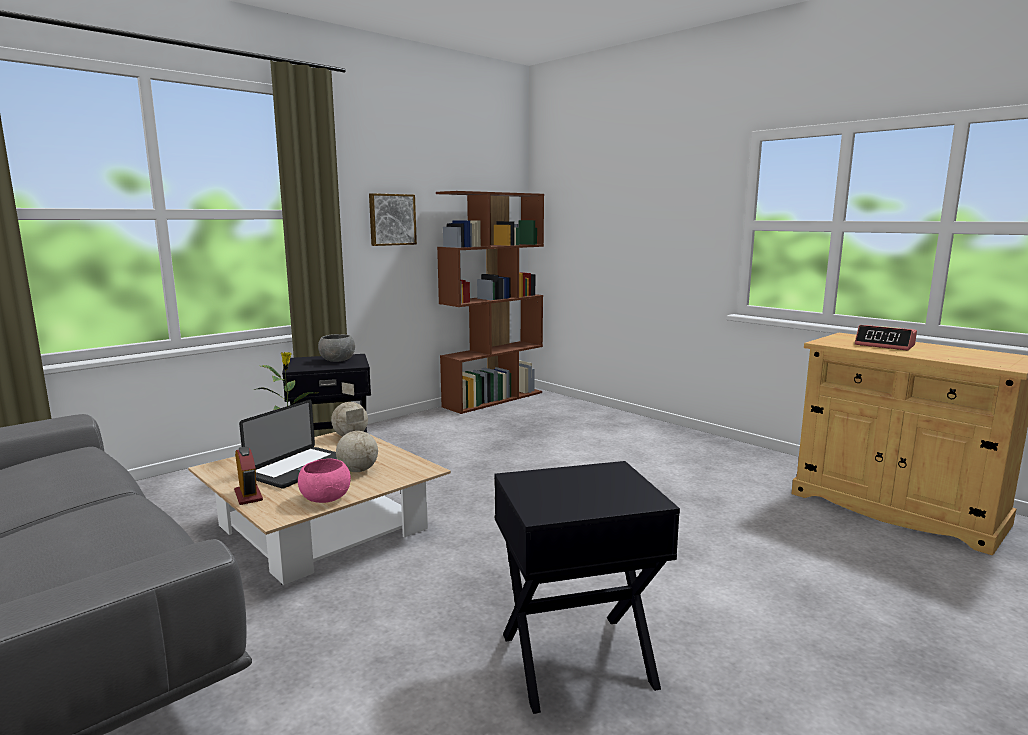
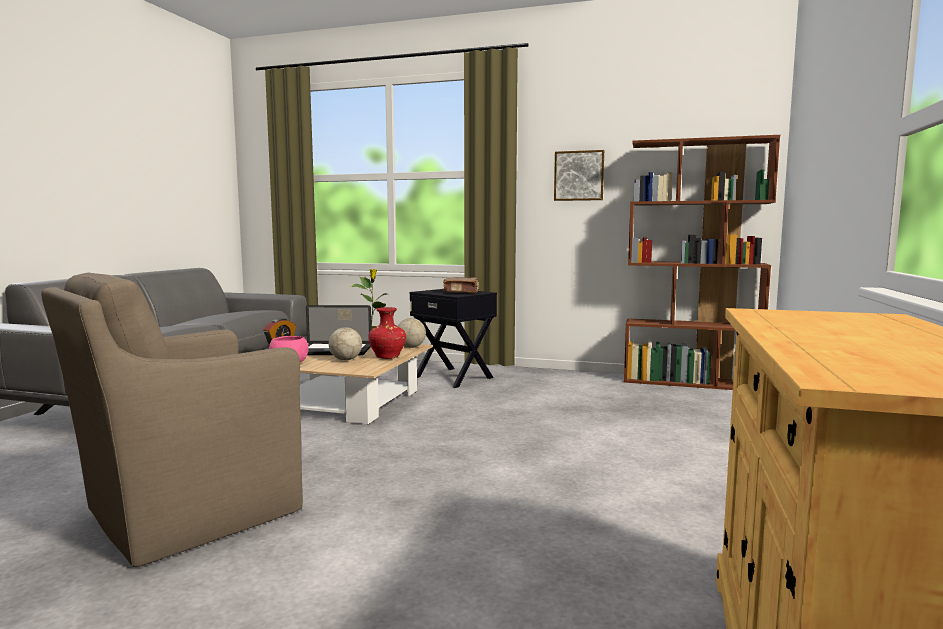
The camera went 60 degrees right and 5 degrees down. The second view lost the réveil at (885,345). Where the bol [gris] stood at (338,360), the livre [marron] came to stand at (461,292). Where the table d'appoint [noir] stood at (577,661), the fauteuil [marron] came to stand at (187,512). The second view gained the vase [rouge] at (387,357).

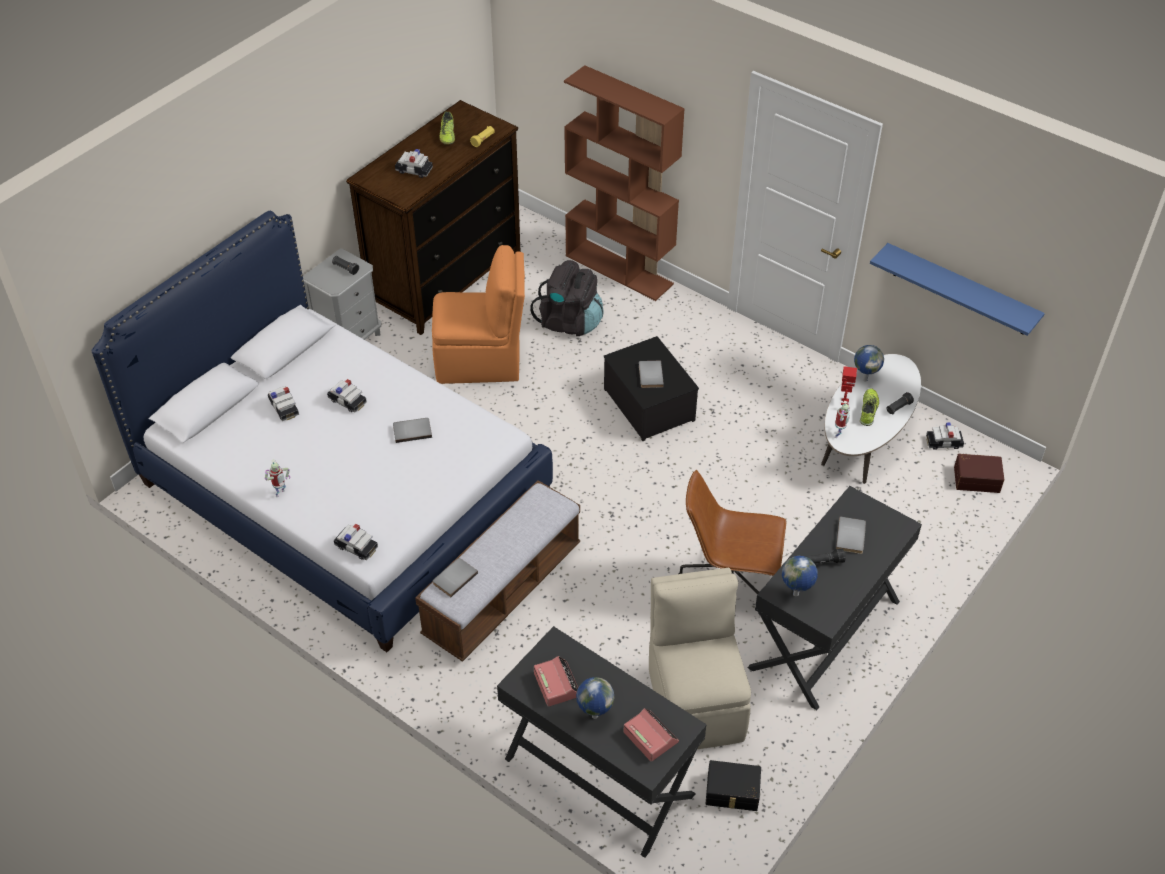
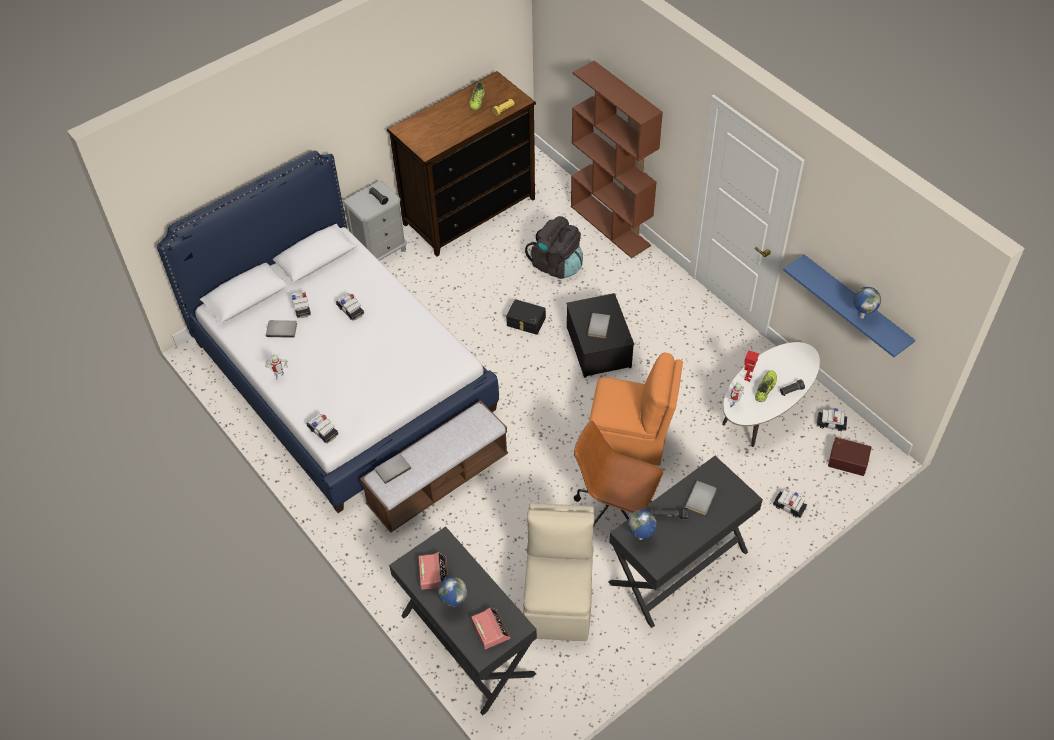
The camera went 15 degrees right and 5 degrees up. The petite voiture ended up elsewhere, having gone from (414,170) to (789,507). The chaise [orange] ended up elsewhere, having gone from (481,361) to (630,438). The globe ended up elsewhere, having gone from (864,379) to (862,316). The livre [gris] ended up elsewhere, having gone from (412,430) to (282,329). The boîte de rangement [noir] ended up elsewhere, having gone from (732,792) to (526,322).

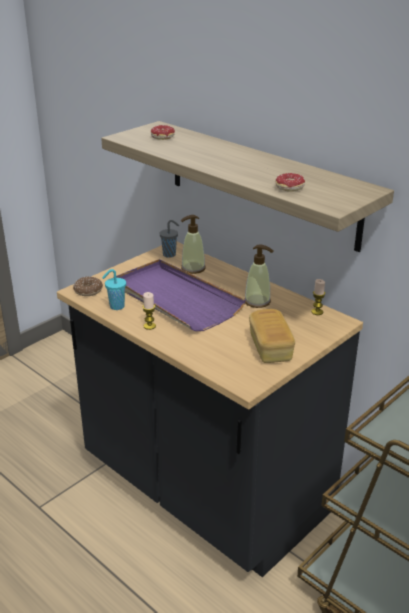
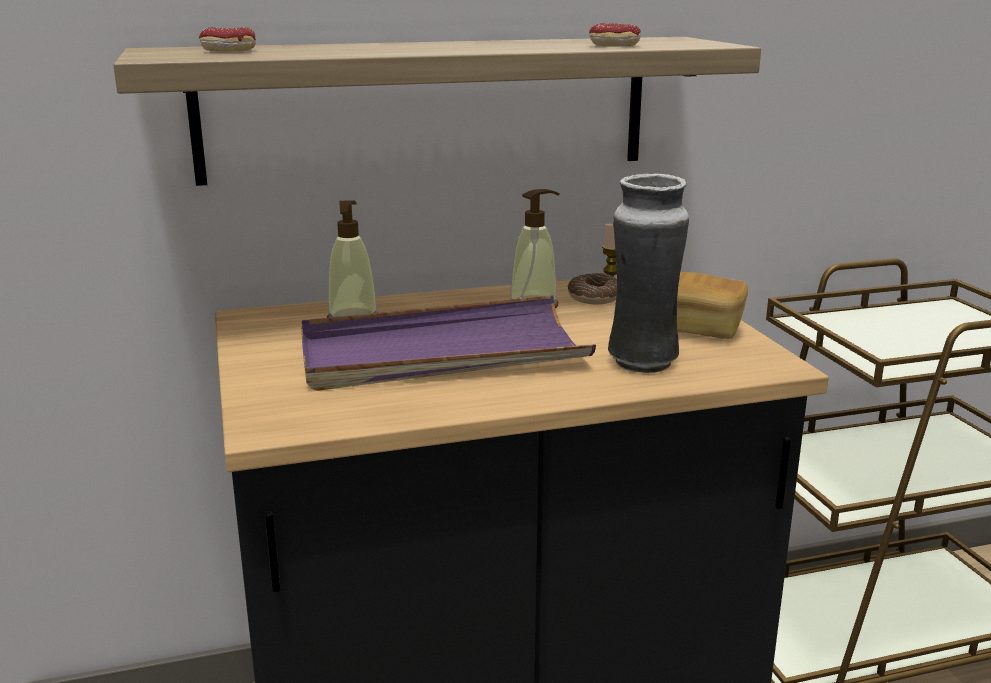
The camera went 60 degrees left and 10 degrees down. The second view lost the tasse [gris] at (170,254). The second view lost the tasse [turquoise] at (116,307). The beignet ended up elsewhere, having gone from (88,290) to (594,298). The second view lost the bougie at (149,326). The second view gained the vase at (642,363).

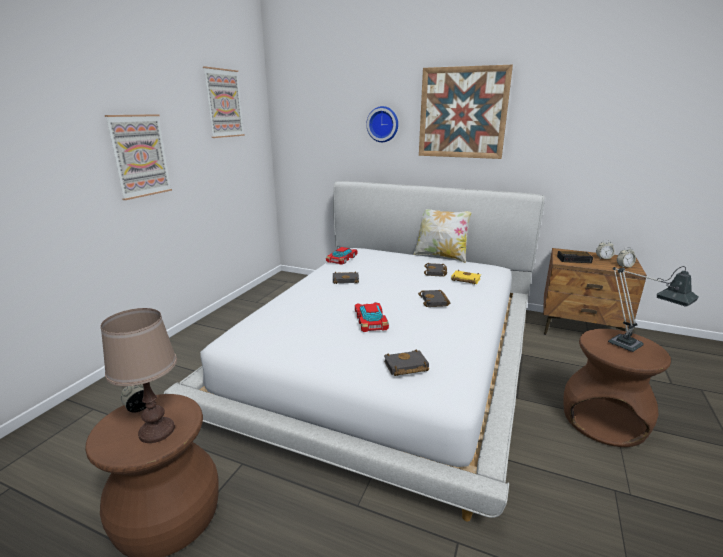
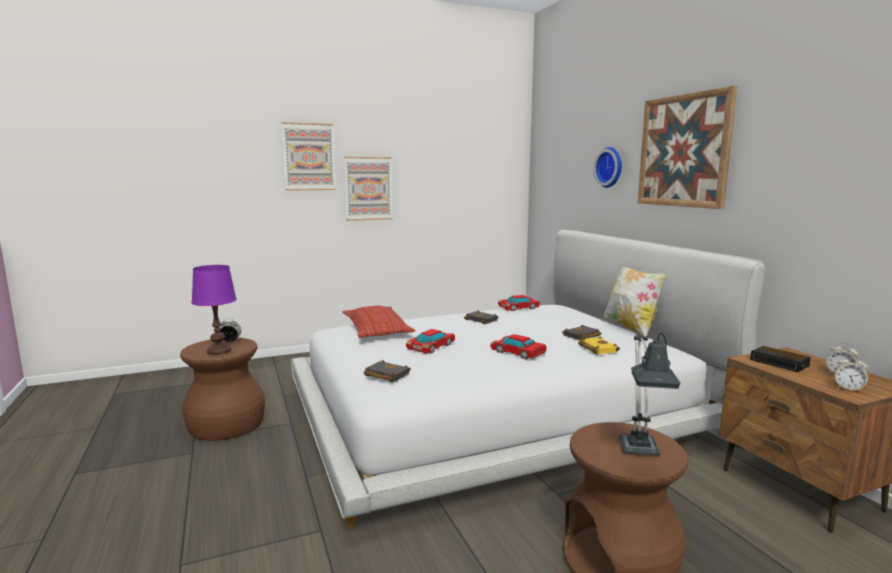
The camera went 45 degrees right and 10 degrees down. The tableau ended up elsewhere, having gone from (223,103) to (309,157). Where the livre [noir] stood at (435,301), the petite voiture came to stand at (517,352). What was the lampe de table [marron] at (156,431) turned into the lampe de table [violet] at (218,351). The second view gained the coussin at (376,329).

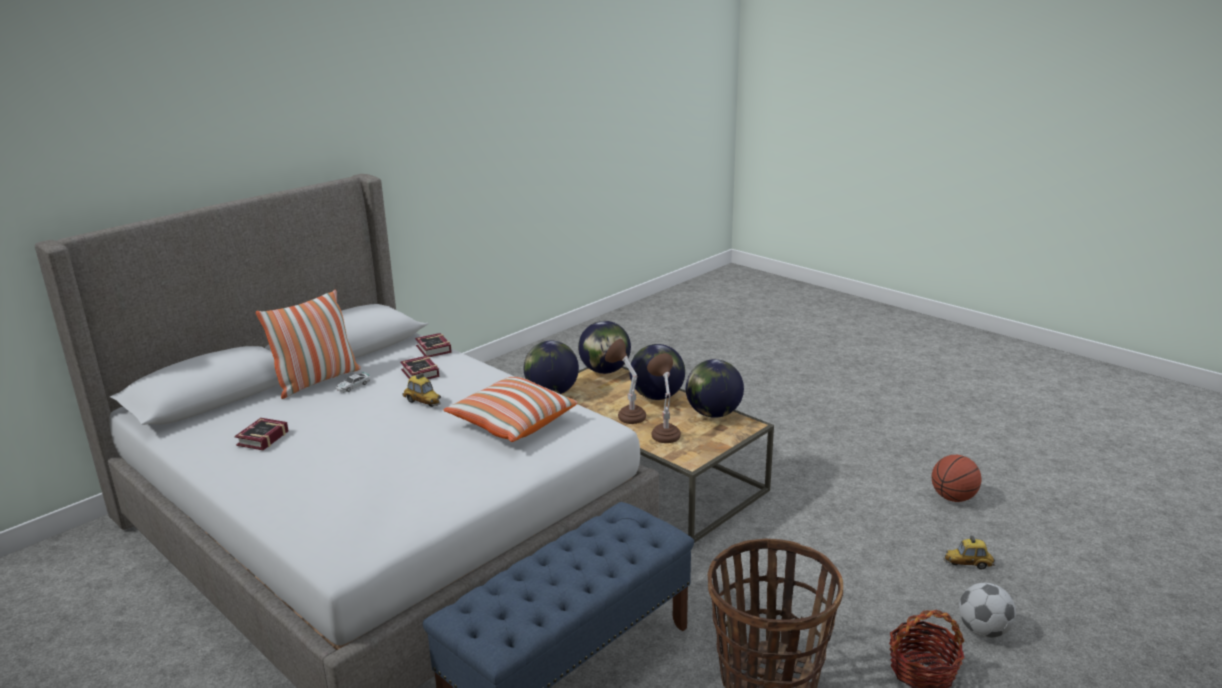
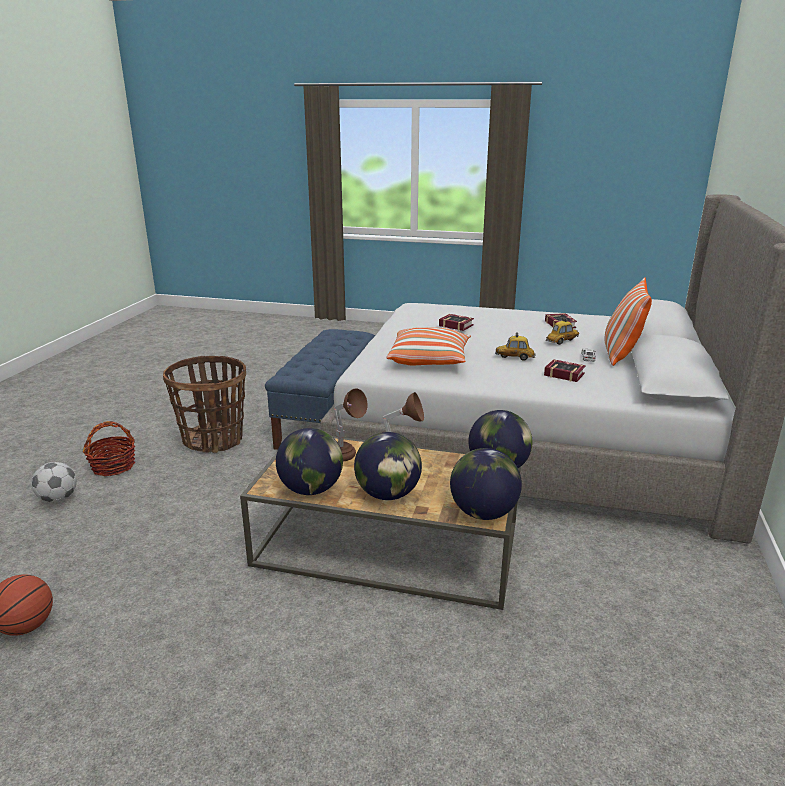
The camera went 150 degrees right and 0 degrees up. The livre ended up elsewhere, having gone from (433,350) to (455,325). The petite voiture ended up elsewhere, having gone from (968,564) to (562,341).

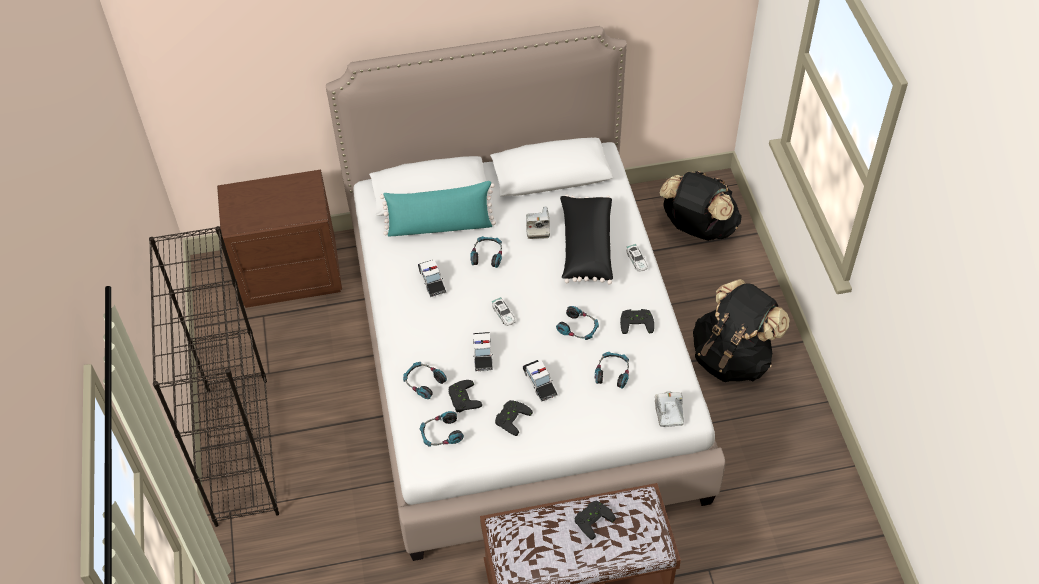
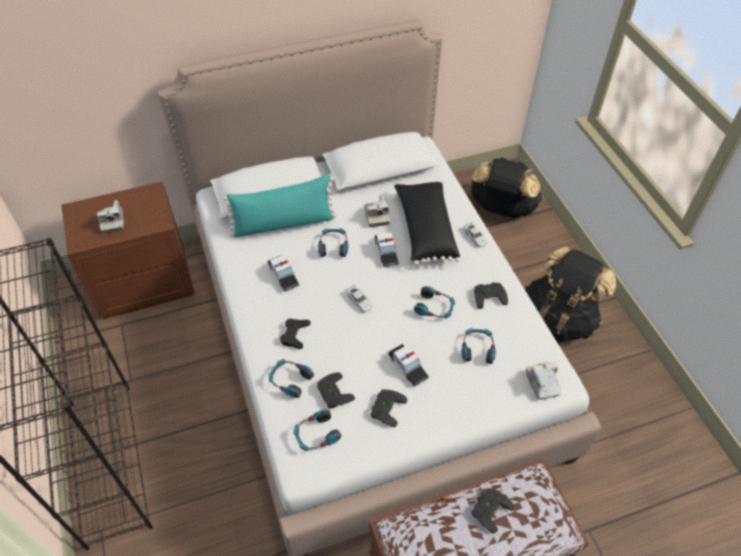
The camera went 10 degrees left and 0 degrees up. The petite voiture ended up elsewhere, having gone from (482,354) to (386,252). The second view gained the appareil photo at (113,222). The second view gained the manette [noir] at (295,335).

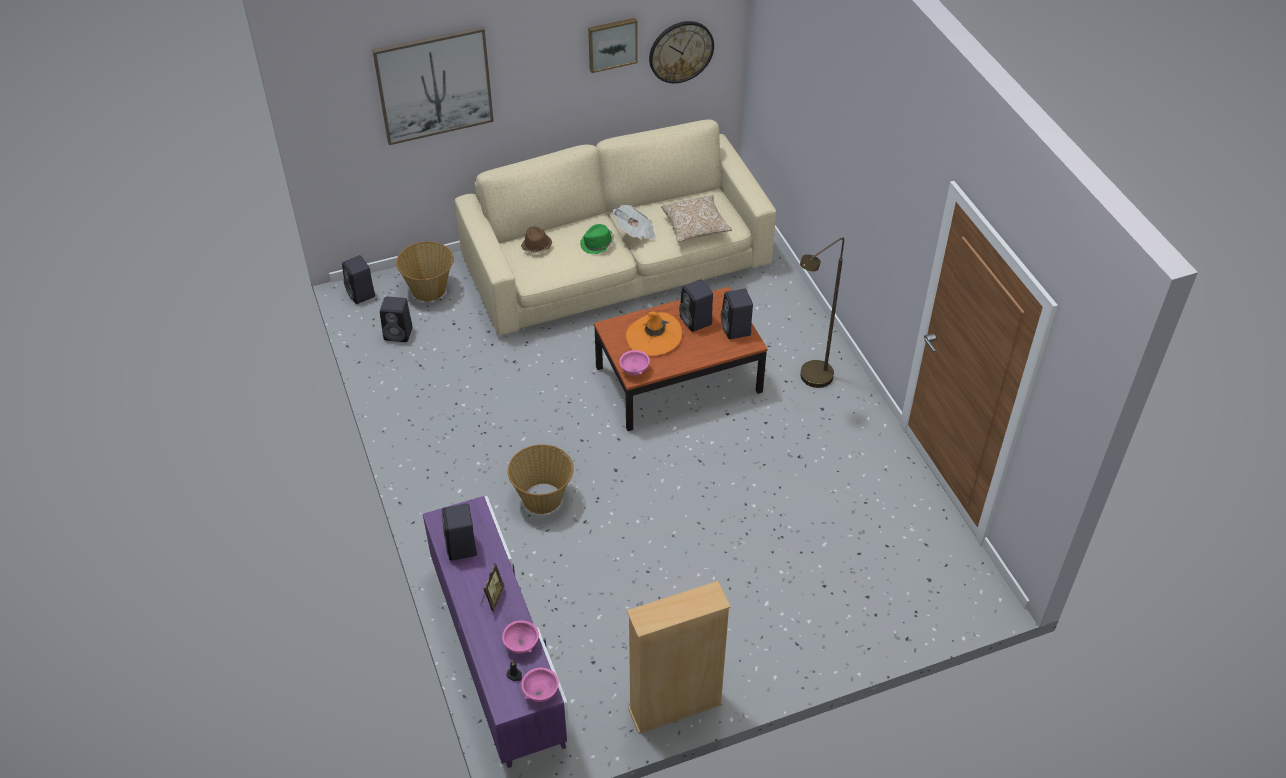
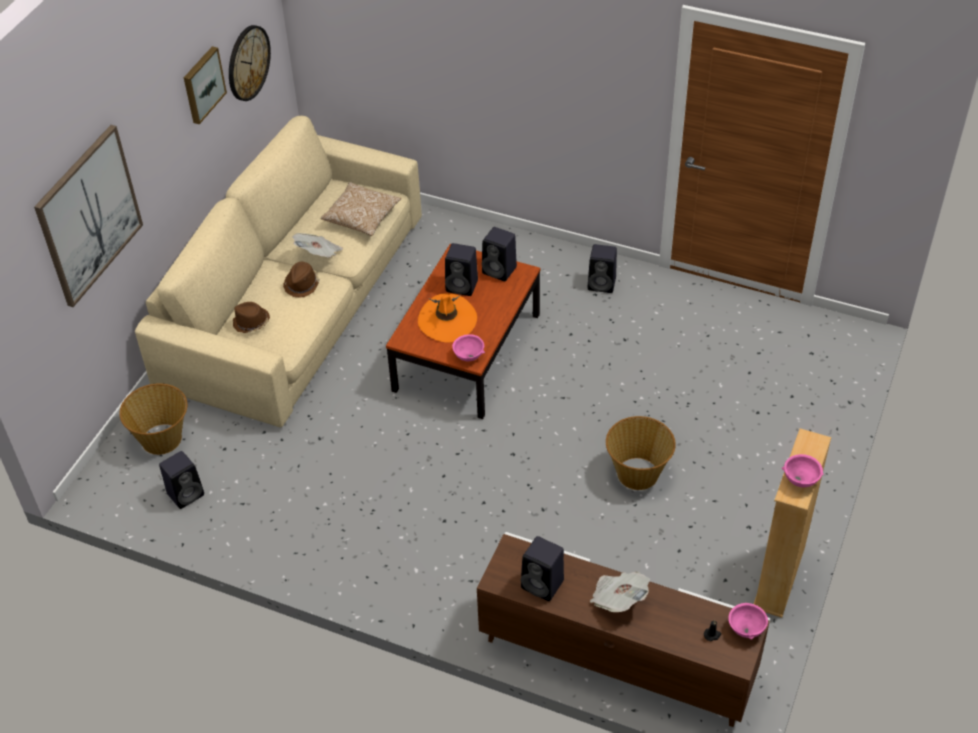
The camera went 45 degrees left and 0 degrees up. What was the chapeau [vert] at (597,244) turned into the chapeau [marron] at (302,284). The second view lost the lampadaire [marron] at (811,381). The enceinte [noir] ended up elsewhere, having gone from (361,294) to (602,284). The panier ended up elsewhere, having gone from (543,498) to (638,473). What was the meuble télé [violet] at (499,655) turned into the meuble télé [marron] at (617,658). Where the cadre photo stood at (492,598), the journal came to stand at (618,599). The bol [rose] ended up elsewhere, having gone from (521,644) to (800,479).

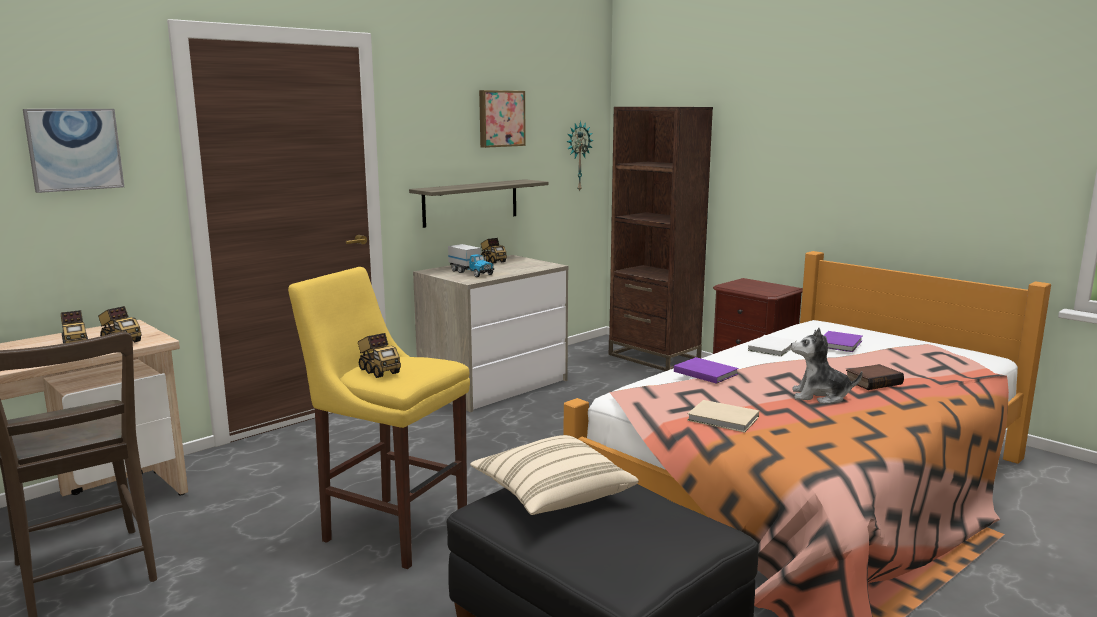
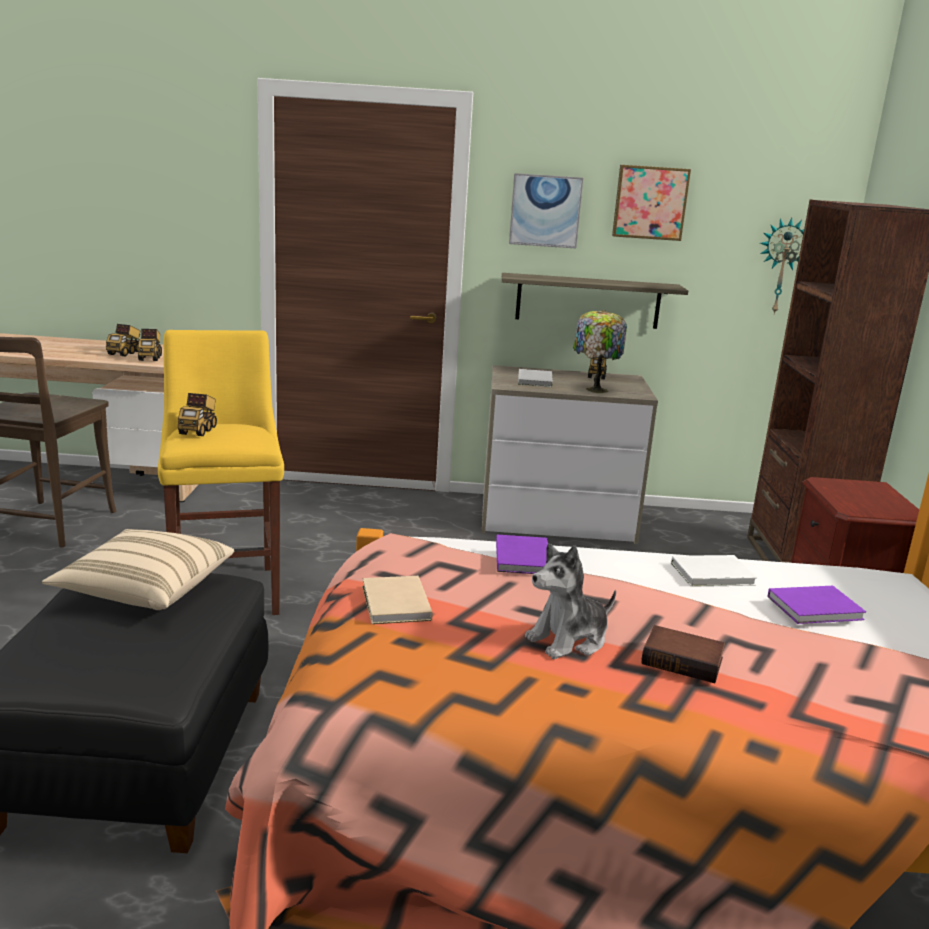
The camera went 45 degrees right and 5 degrees up. The tableau ended up elsewhere, having gone from (74,149) to (545,211). Where the camion jouet stood at (471,273), the livre [blanc] came to stand at (535,380). The peluche at (820,396) ended up facing another way, 90 degrees counterclockwise from before. The second view gained the lampe de table at (594,389).

